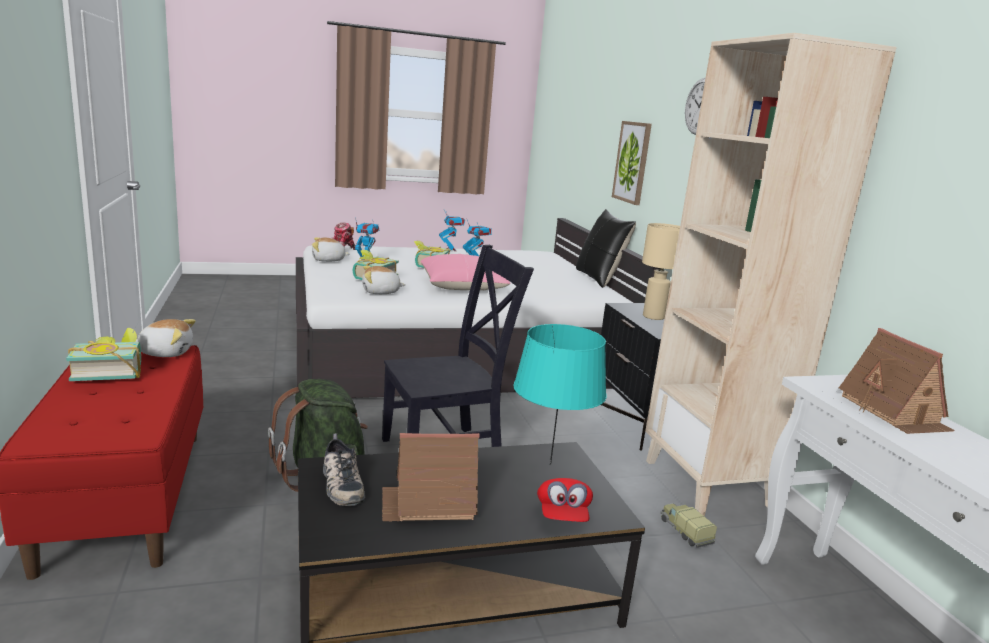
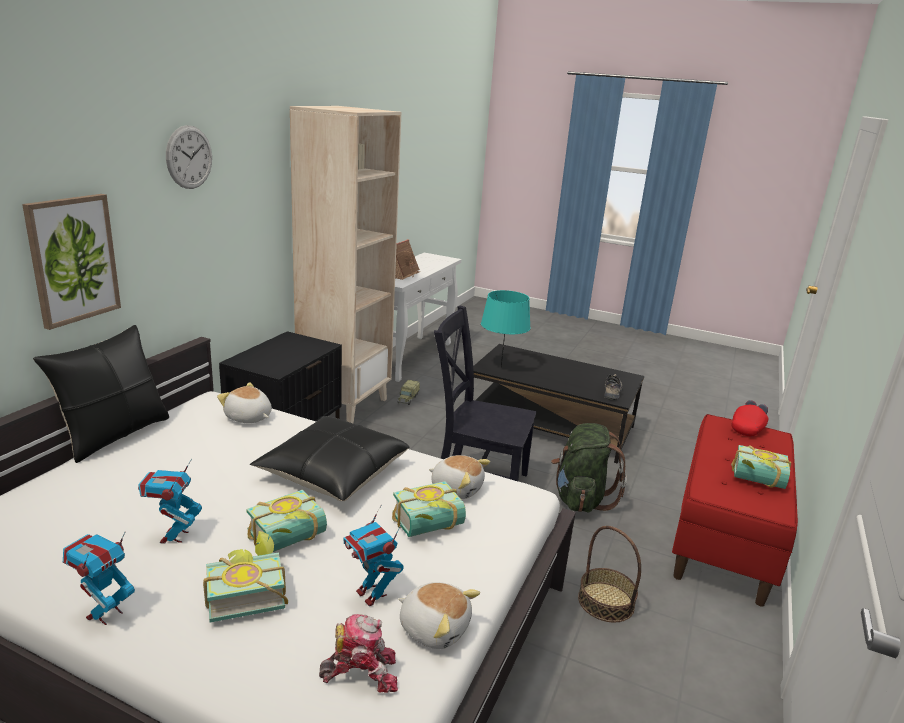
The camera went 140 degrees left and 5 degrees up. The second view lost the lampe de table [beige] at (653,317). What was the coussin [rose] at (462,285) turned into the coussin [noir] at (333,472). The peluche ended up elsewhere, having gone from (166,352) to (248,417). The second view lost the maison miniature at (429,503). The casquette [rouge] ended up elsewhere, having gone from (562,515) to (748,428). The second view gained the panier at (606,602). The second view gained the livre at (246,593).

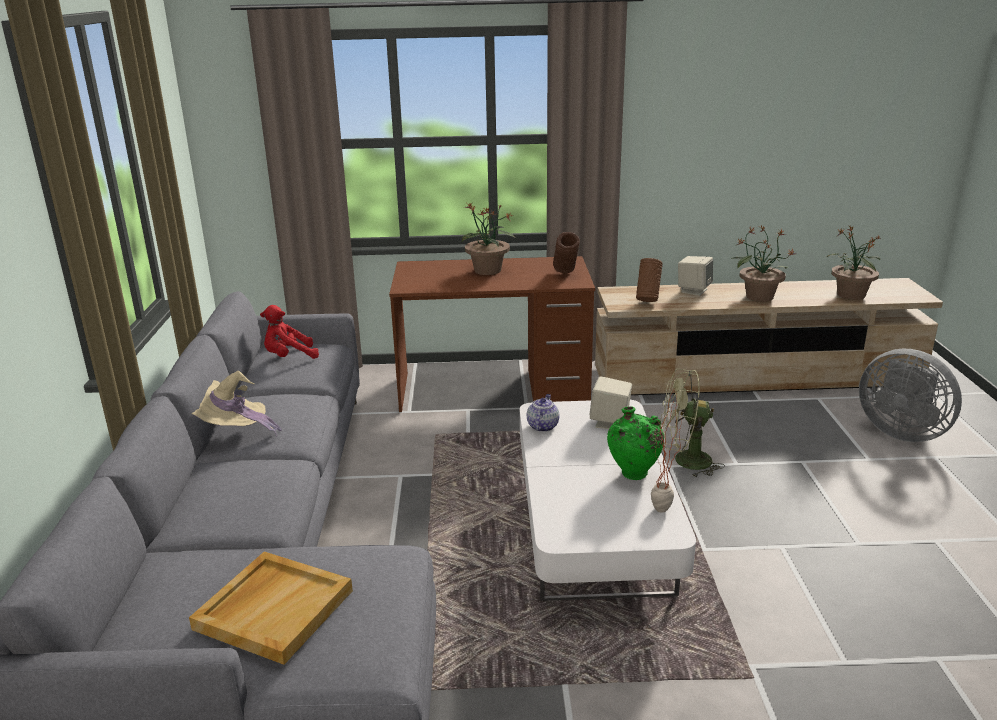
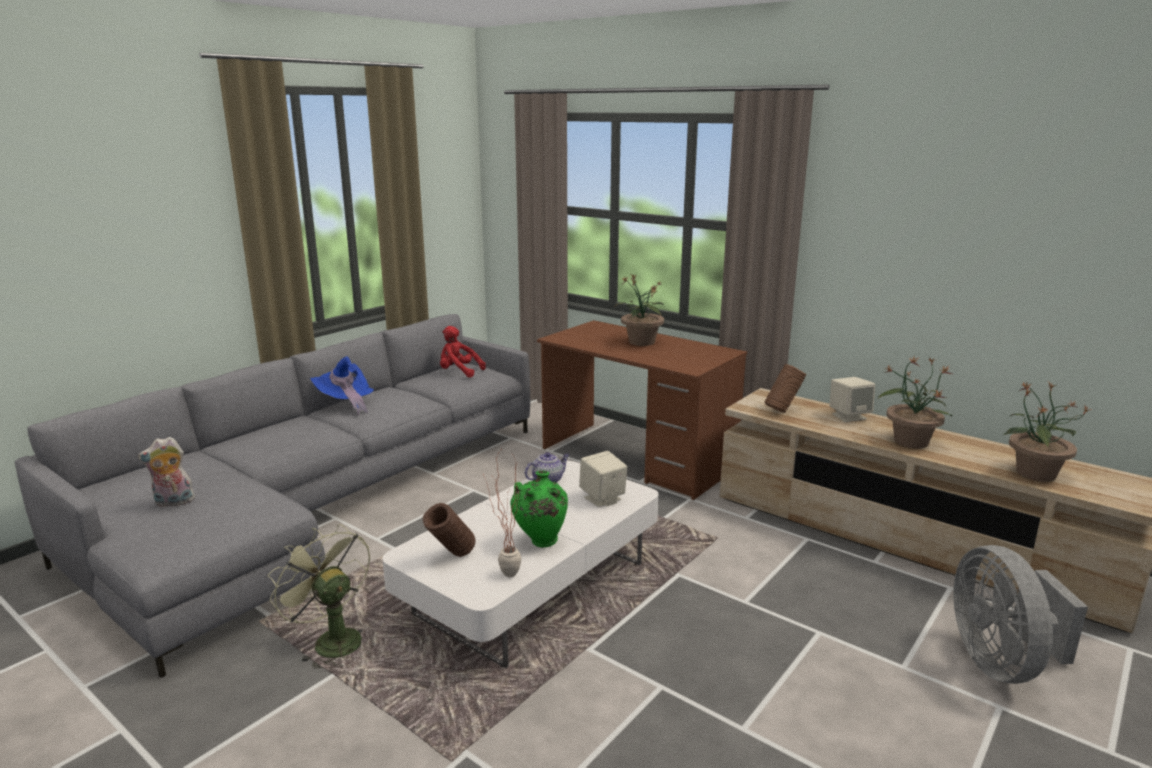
The camera went 40 degrees right and 5 degrees down. The vase [marron] ended up elsewhere, having gone from (565,274) to (451,557). The ventilateur [vert] ended up elsewhere, having gone from (684,461) to (330,640). What was the chapeau [beige] at (233,430) turned into the chapeau [bleu] at (345,403). Where the plateau [beige] stood at (274,608), the peluche came to stand at (173,503).

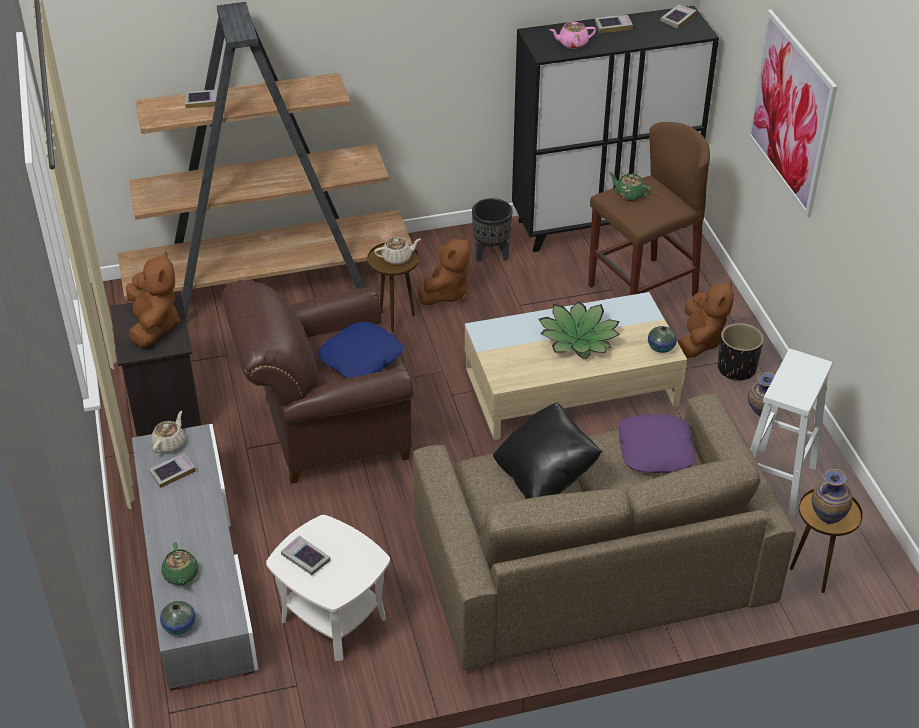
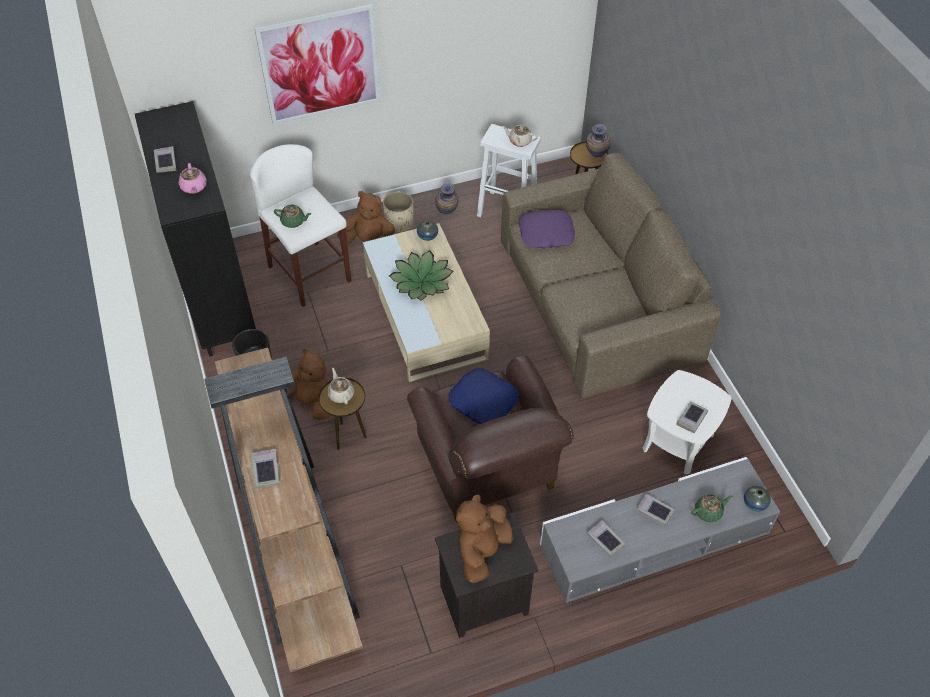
The camera went 95 degrees left and 10 degrees up. The livre ended up elsewhere, having gone from (677,19) to (654,511). What was the tabouret [marron] at (642,291) turned into the tabouret [blanc] at (310,274). The théière [vert] at (629,194) ended up facing another way, 105 degrees counterclockwise from before. The peluche [marron] at (154,325) ended up facing another way, 45 degrees counterclockwise from before. What was the cache-pot [noir] at (736,369) turned into the cache-pot [beige] at (399,224). The second view lost the coussin [noir] at (545,477). The théière [beige] ended up elsewhere, having gone from (169,443) to (519,141).

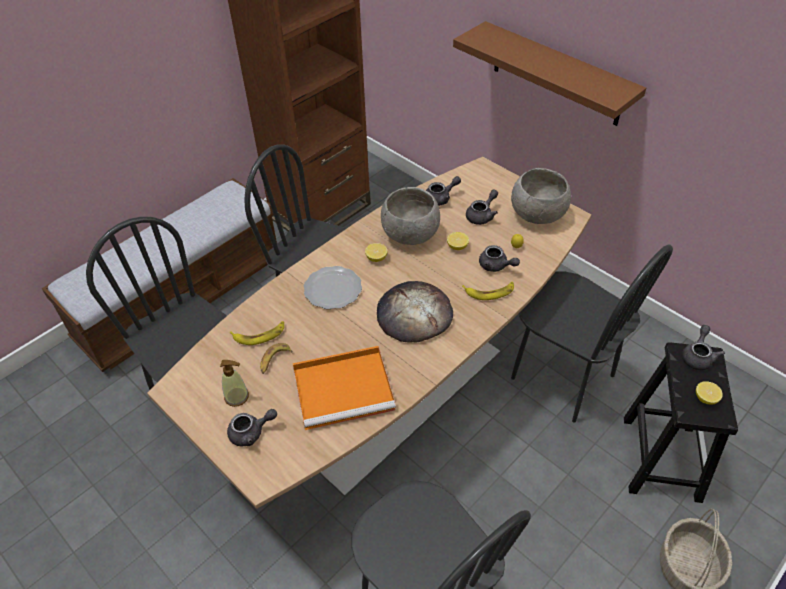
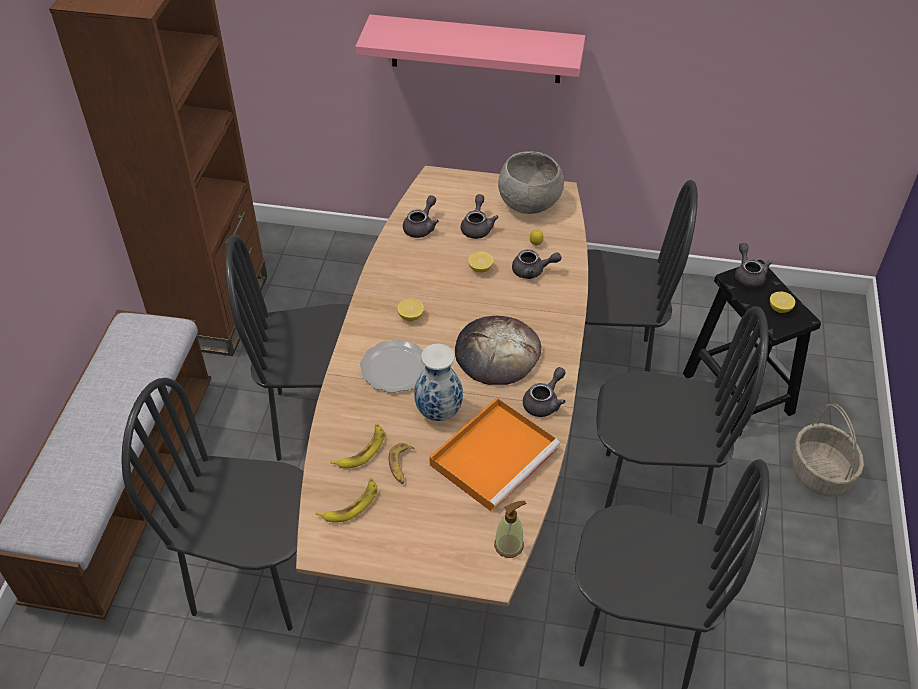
The camera went 35 degrees left and 0 degrees up. What was the étagère [marron] at (556,74) turned into the étagère [rose] at (475,49). The second view lost the bol [gris] at (410,234). The banane ended up elsewhere, having gone from (489,292) to (351,504). The distributeur de savon ended up elsewhere, having gone from (237,396) to (509,545). The théière [gris] ended up elsewhere, having gone from (251,433) to (544,402). The second view gained the chaise [noir] at (651,492). The second view gained the vase at (438,412).

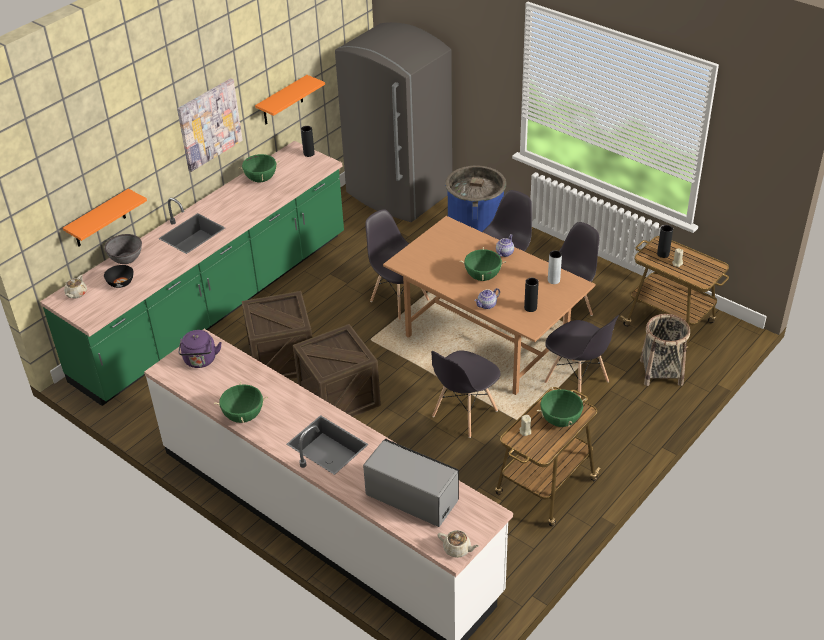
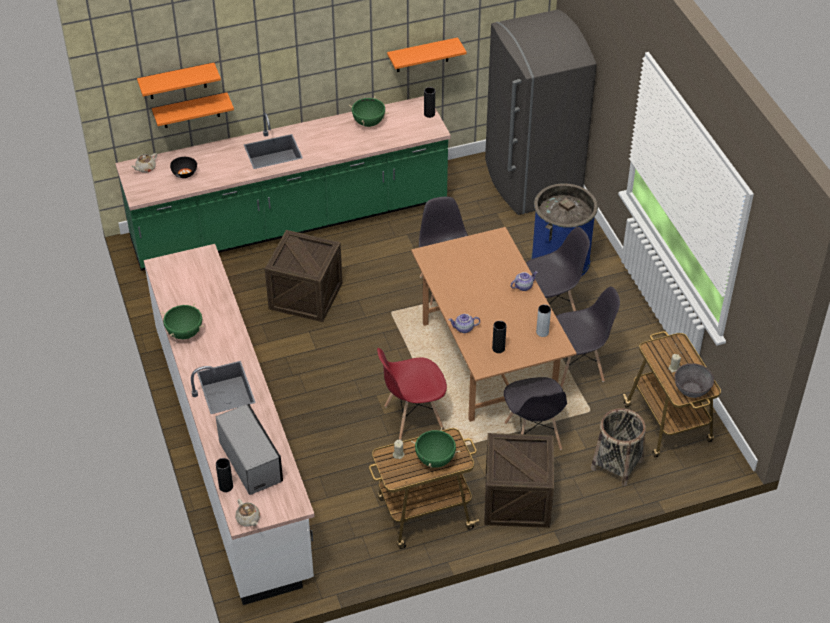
The camera went 30 degrees right and 5 degrees up. The second view lost the tableau at (209,124). The vase [noir] ended up elsewhere, having gone from (663,254) to (226,486). The bol [gris] ended up elsewhere, having gone from (126,258) to (692,389). The second view lost the marmite [vert] at (482,276). The caisse ended up elsewhere, having gone from (339,397) to (517,500). The second view lost the bouilloire [violet] at (200,361). What was the chaise [gris] at (464,414) turned into the chaise [rouge] at (412,417). The second view gained the étagère [orange] at (177,81).

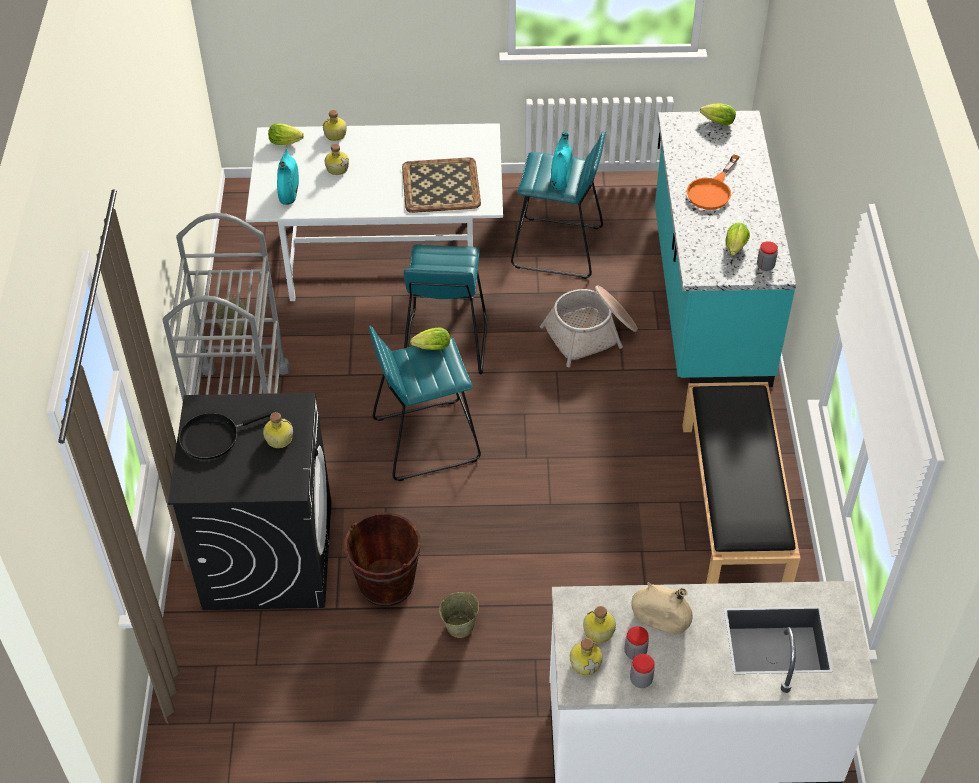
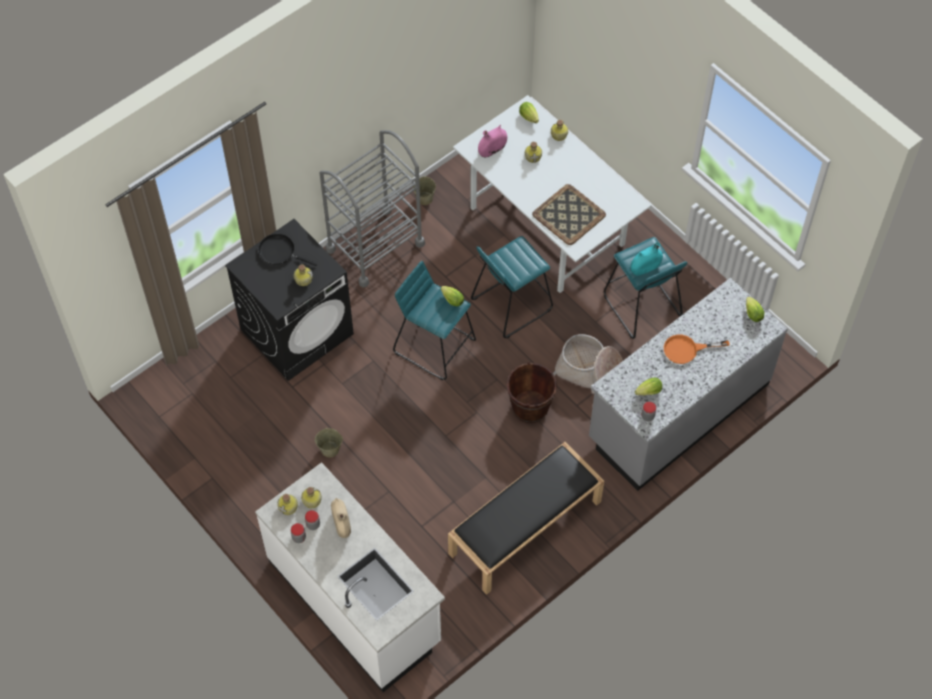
The camera went 50 degrees right and 10 degrees up. What was the comptoir de cuisine [turquoise] at (707,298) turned into the comptoir de cuisine [gris] at (678,411). What was the vase [turquoise] at (289,192) turned into the vase [rose] at (492,149). The seau [marron] ended up elsewhere, having gone from (386,583) to (530,407).

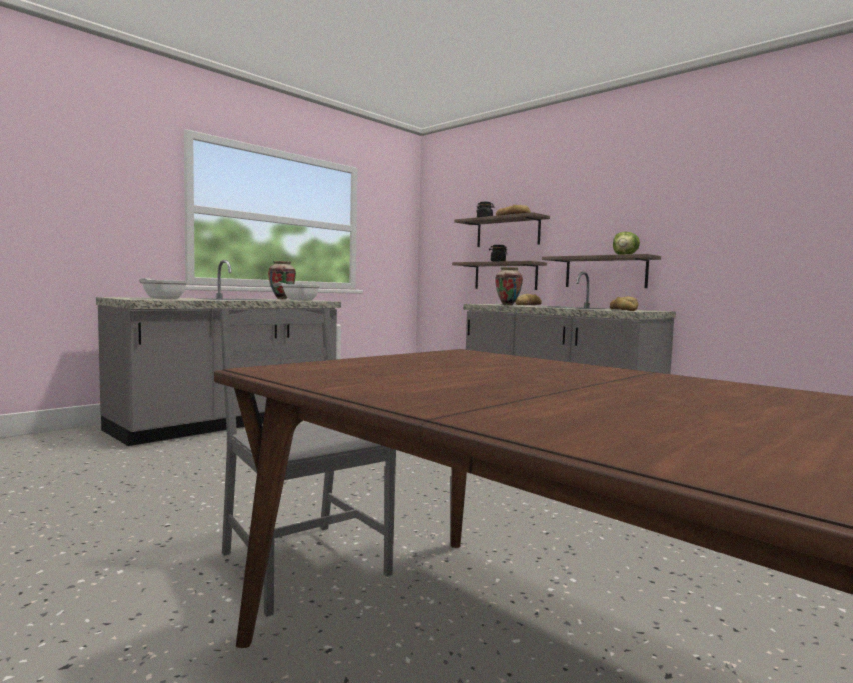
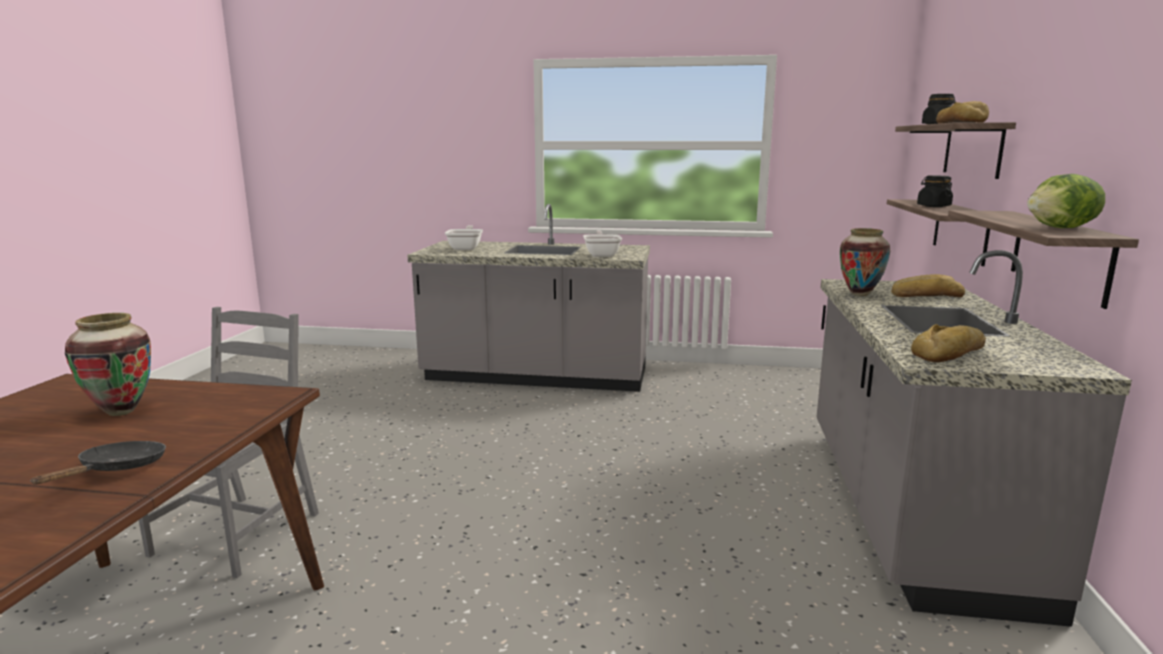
The camera went 55 degrees right and 10 degrees up. The vase ended up elsewhere, having gone from (282,299) to (121,411). The second view gained the poêle [noir] at (117,469).

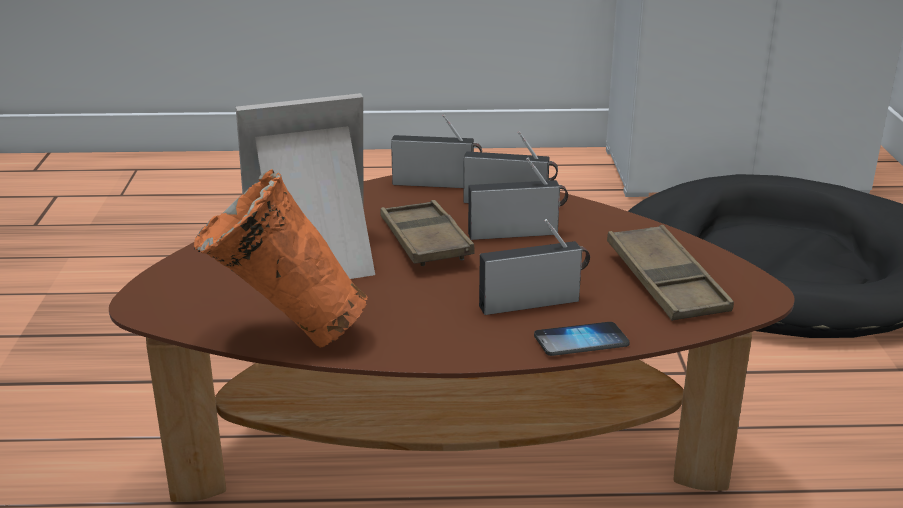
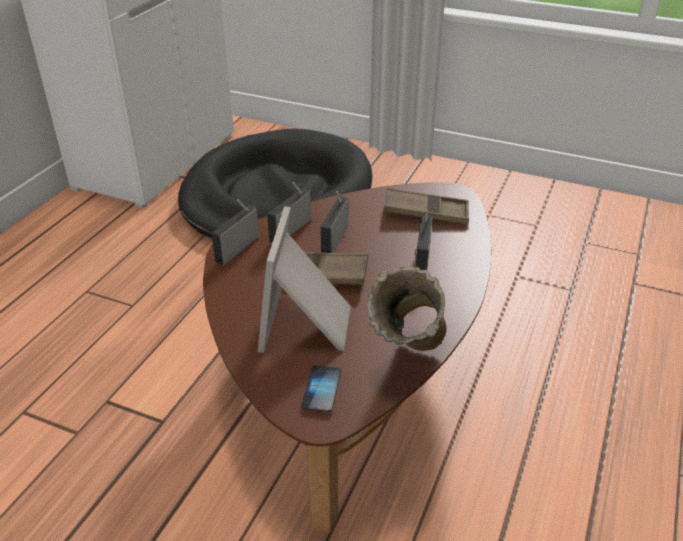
The camera went 65 degrees left and 10 degrees up. What was the vase [orange] at (283,338) turned into the vase [beige] at (408,363). The téléphone ended up elsewhere, having gone from (581,341) to (321,389).

